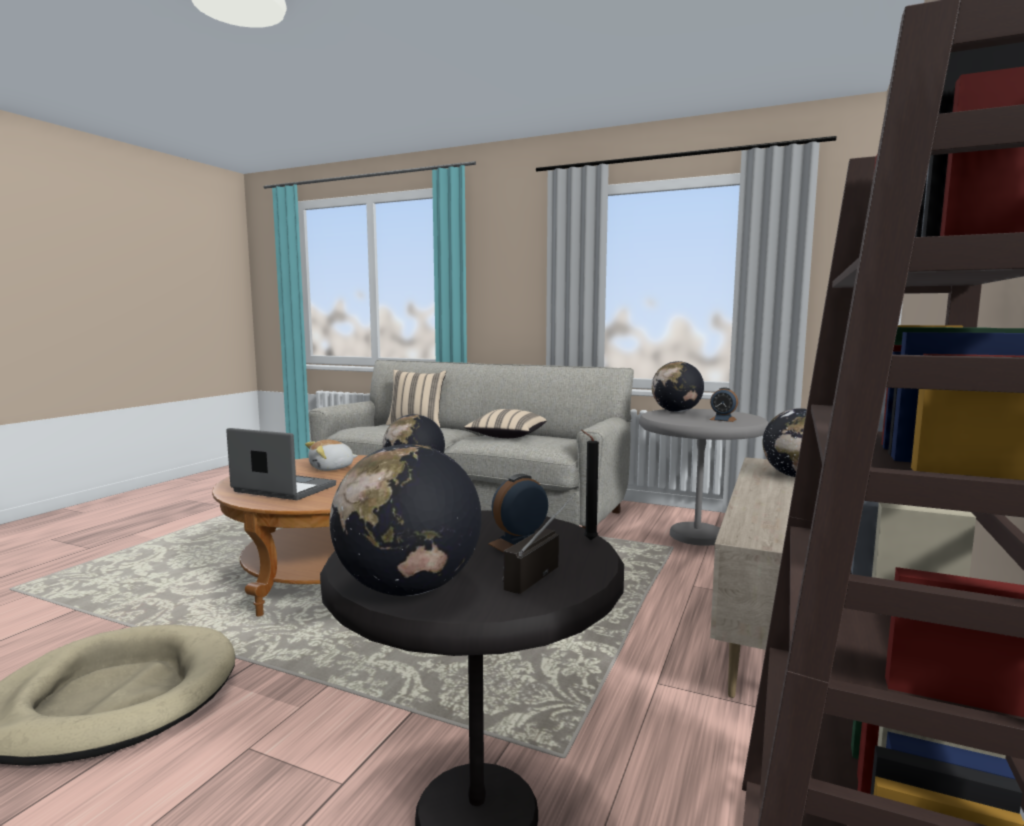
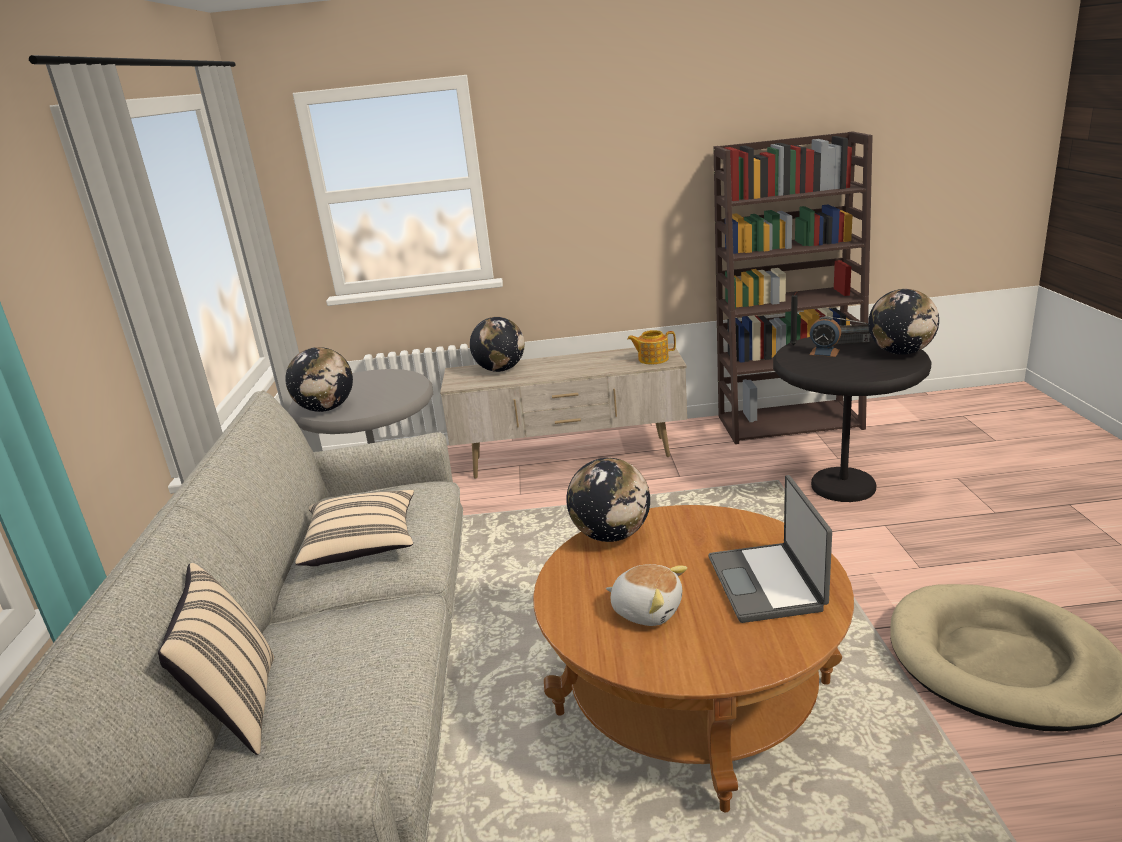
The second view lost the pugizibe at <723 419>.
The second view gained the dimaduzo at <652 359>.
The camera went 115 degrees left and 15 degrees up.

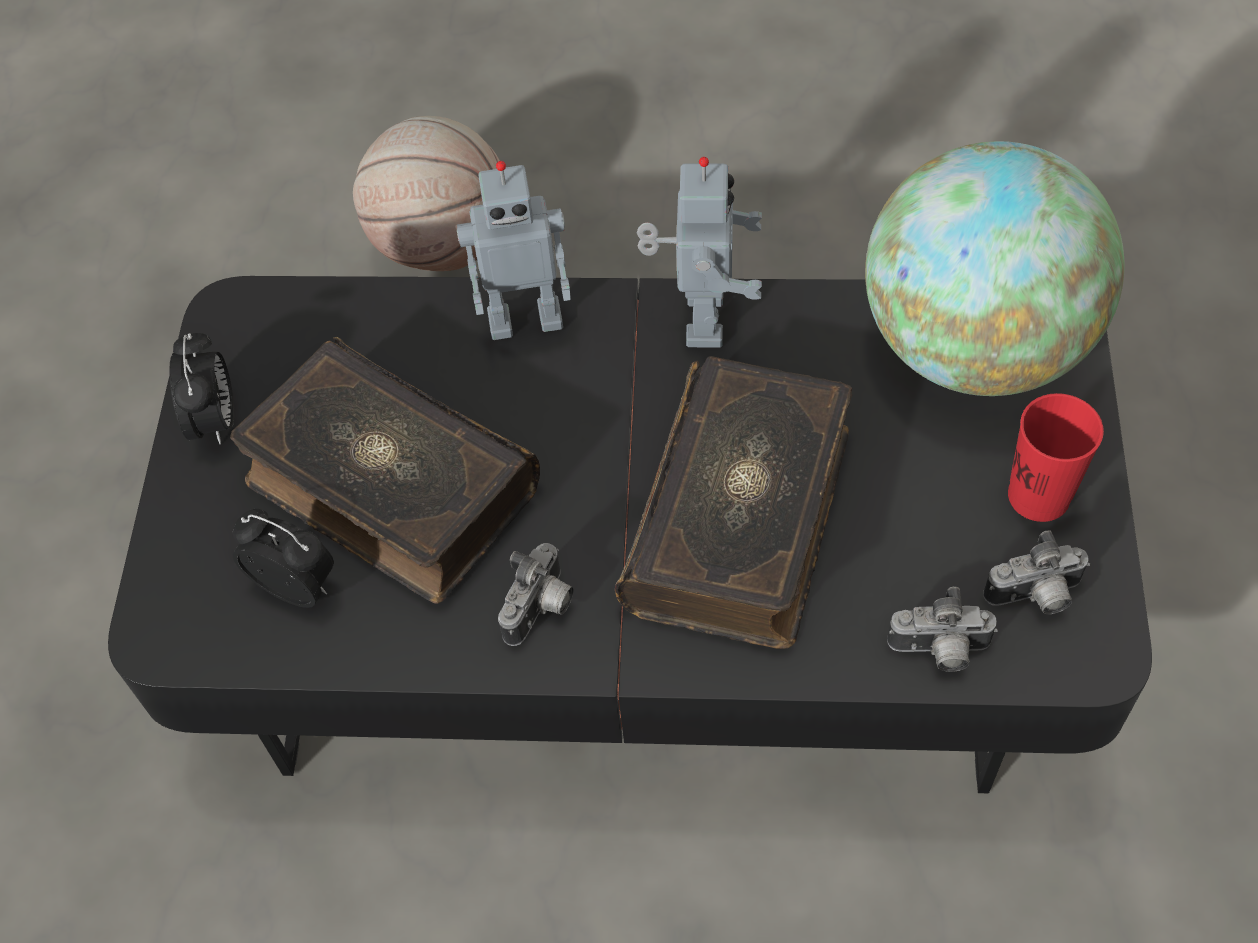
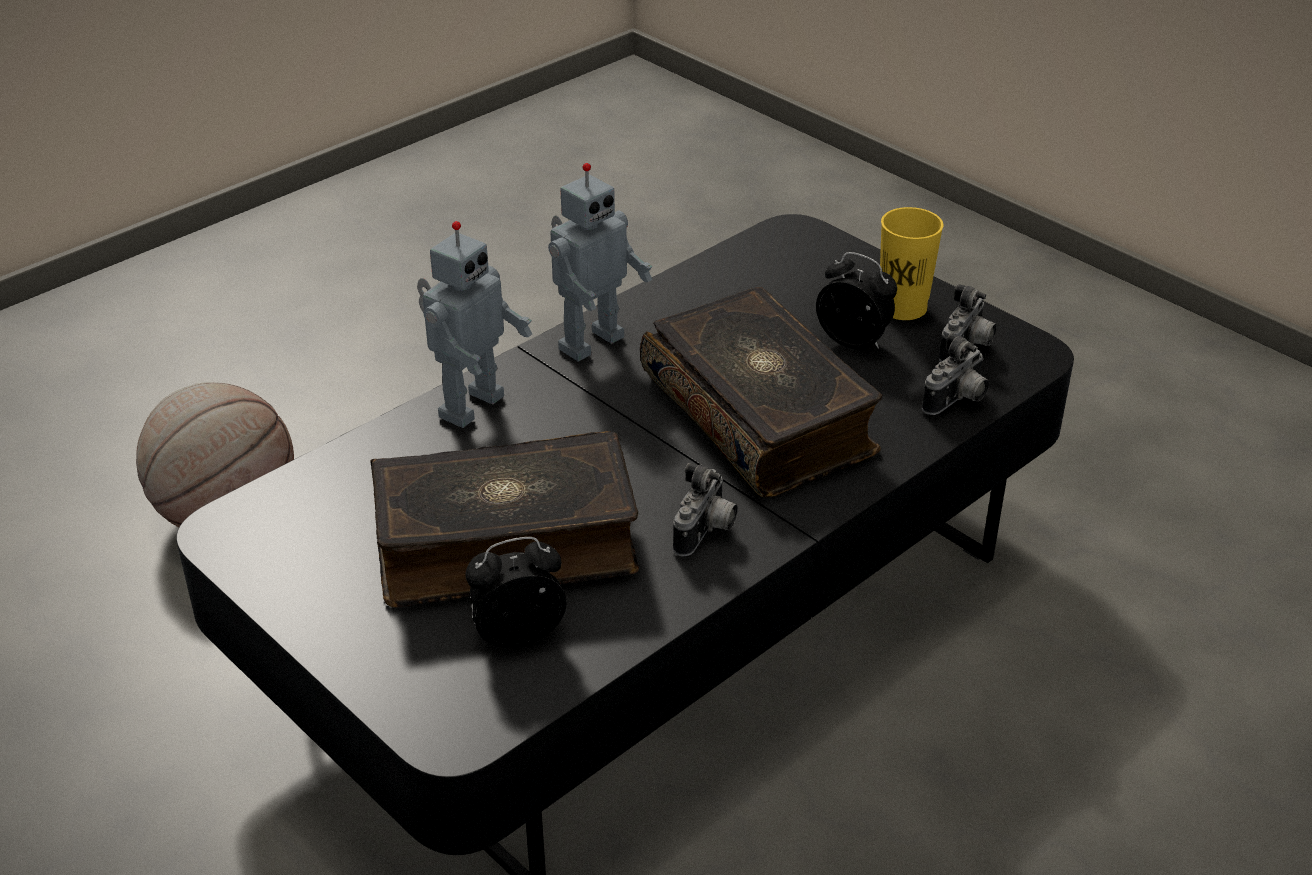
The second view lost the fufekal at <975 344>.
The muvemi at <700 319> ended up facing another way, 90 degrees clockwise from before.
The pugizibe ended up elsewhere, having gone from <216 420> to <854 342>.
What was the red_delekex at <1038 496> turned into the yellow_delekex at <902 307>.
The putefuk at <541 609> ended up facing another way, 45 degrees clockwise from before.
The camera went 50 degrees left and 20 degrees down.

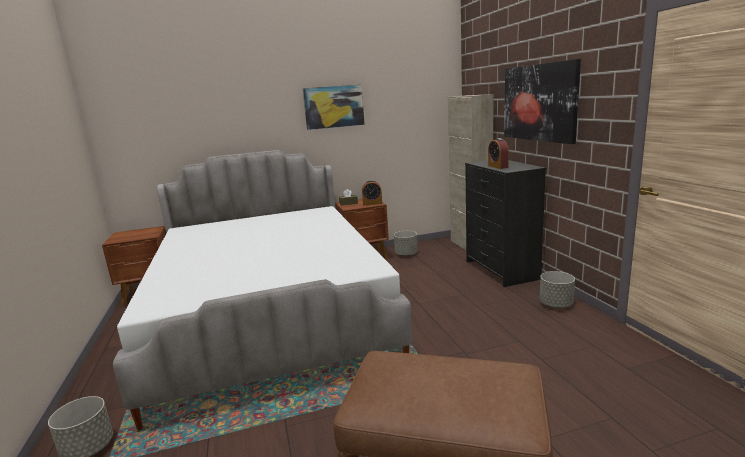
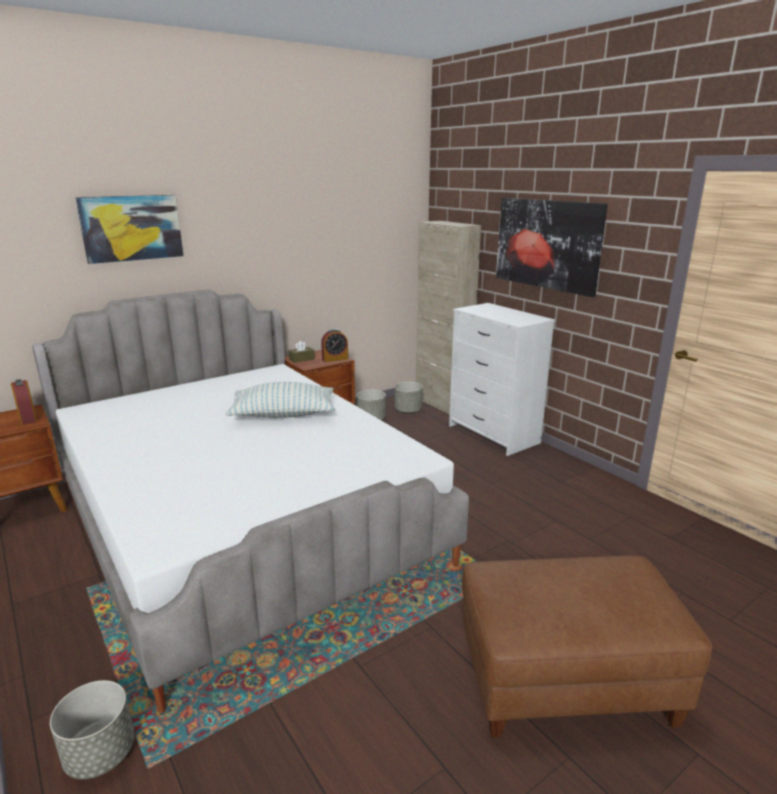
The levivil ended up elsewhere, having gone from <334 107> to <132 228>.
The pugizibe ended up elsewhere, having gone from <498 166> to <27 417>.
What was the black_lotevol at <500 270> turned into the white_lotevol at <493 434>.
The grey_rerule ended up elsewhere, having gone from <556 304> to <408 410>.
The second view gained the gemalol at <283 415>.
The camera went 20 degrees left and 5 degrees up.

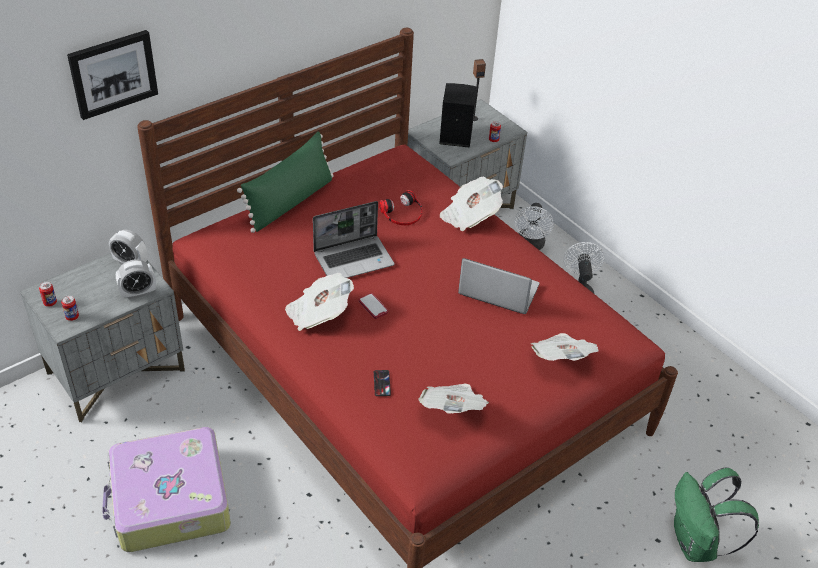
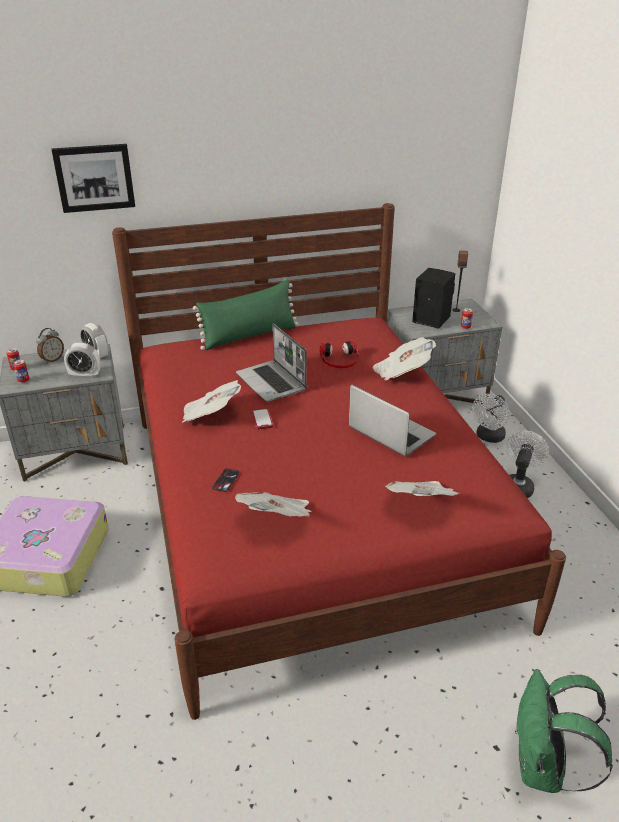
The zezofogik at <354 259> ended up facing another way, 60 degrees clockwise from before.
The second view gained the pugizibe at <52 359>.
The camera went 25 degrees right and 10 degrees down.

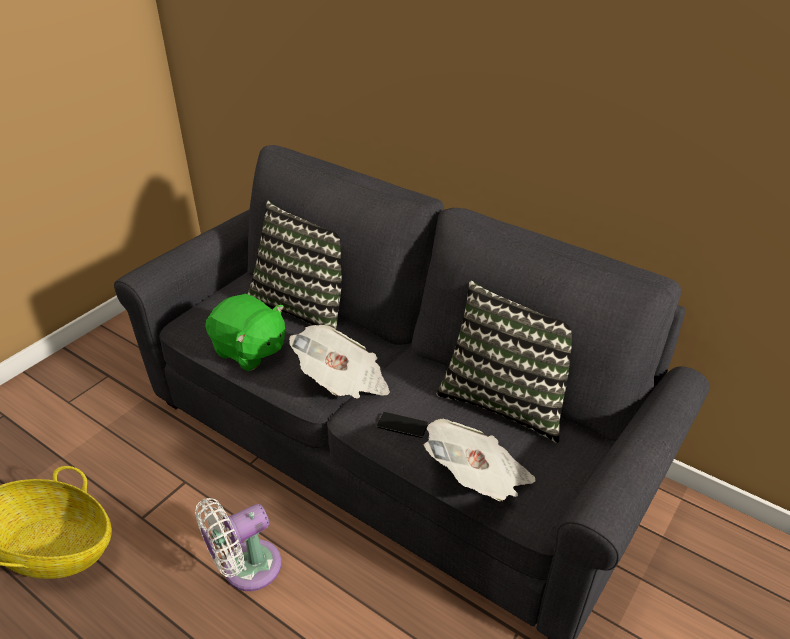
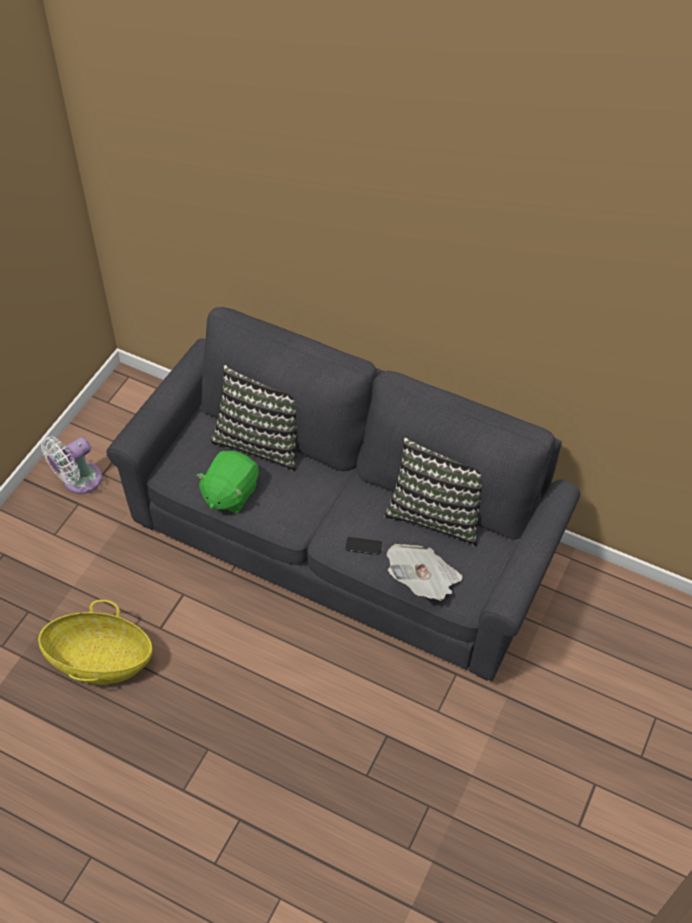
The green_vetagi at <249 351> ended up facing another way, 90 degrees clockwise from before.
The second view lost the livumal at <343 382>.
The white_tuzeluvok ended up elsewhere, having gone from <246 568> to <78 480>.
The camera went 10 degrees left and 15 degrees up.

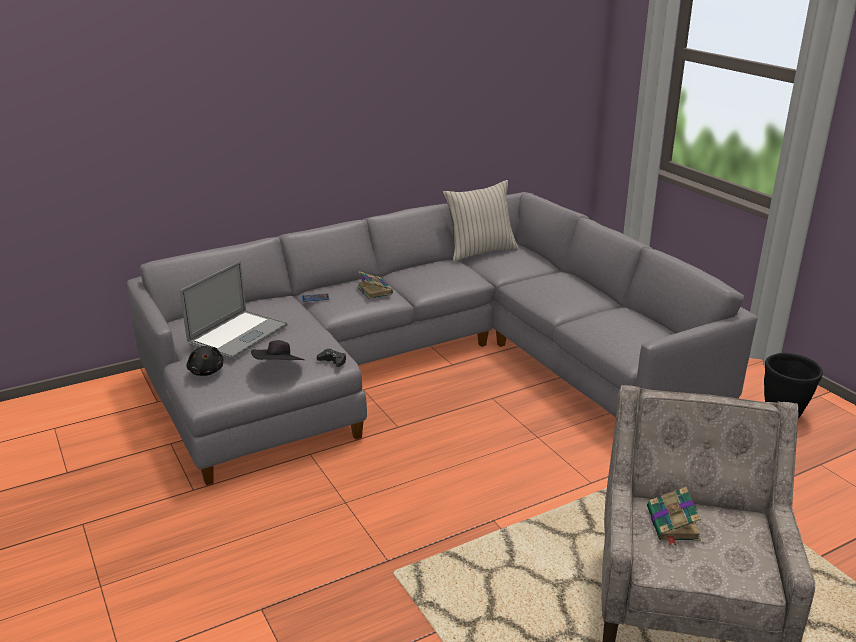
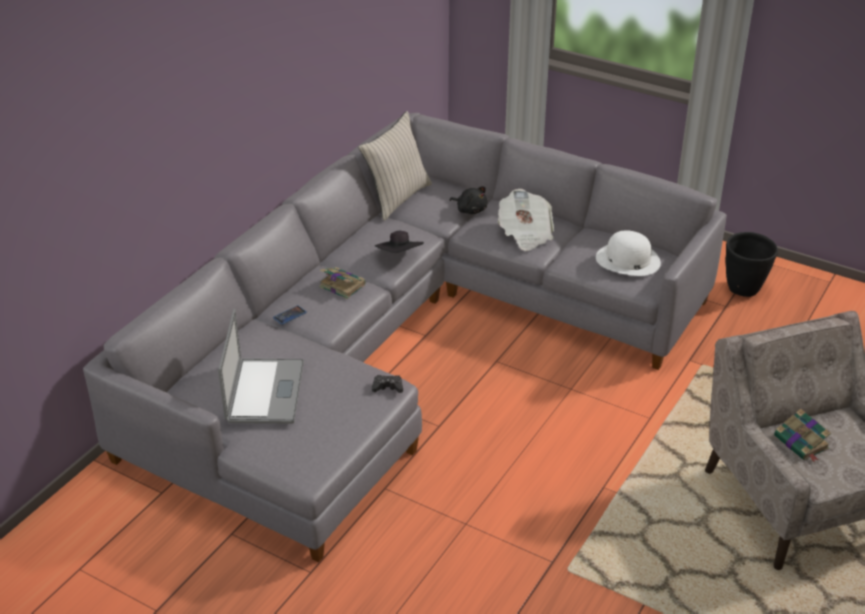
The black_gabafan ended up elsewhere, having gone from <279 368> to <400 256>.
The black_vetagi ended up elsewhere, having gone from <206 371> to <470 210>.
The second view gained the livumal at <525 234>.
The second view gained the white_gabafan at <627 260>.
The camera went 30 degrees left and 10 degrees up.

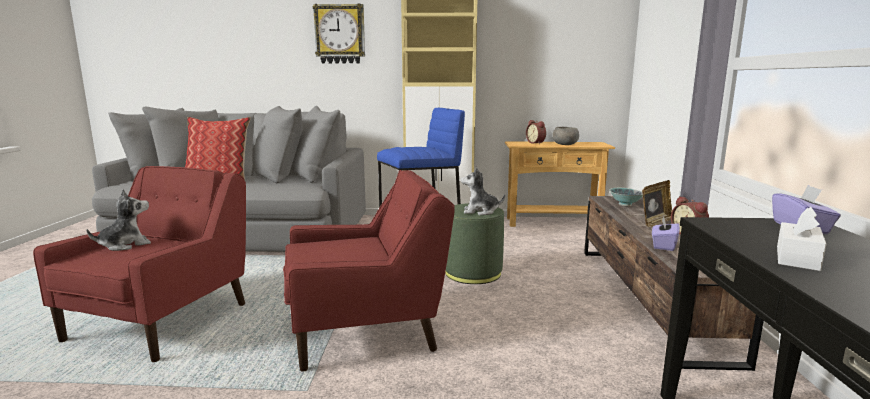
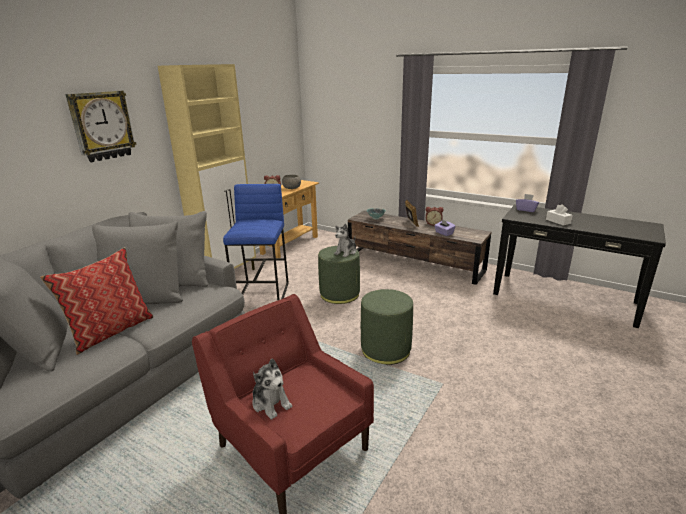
Where the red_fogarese stood at <366 329>, the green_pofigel came to stand at <386 349>.
The vetagi at <125 245> ended up facing another way, 150 degrees clockwise from before.
The camera went 60 degrees left and 10 degrees up.

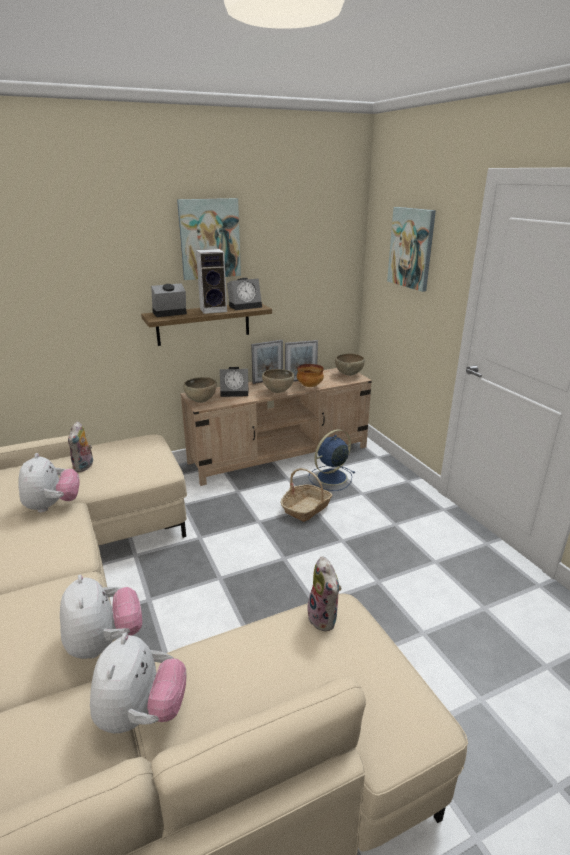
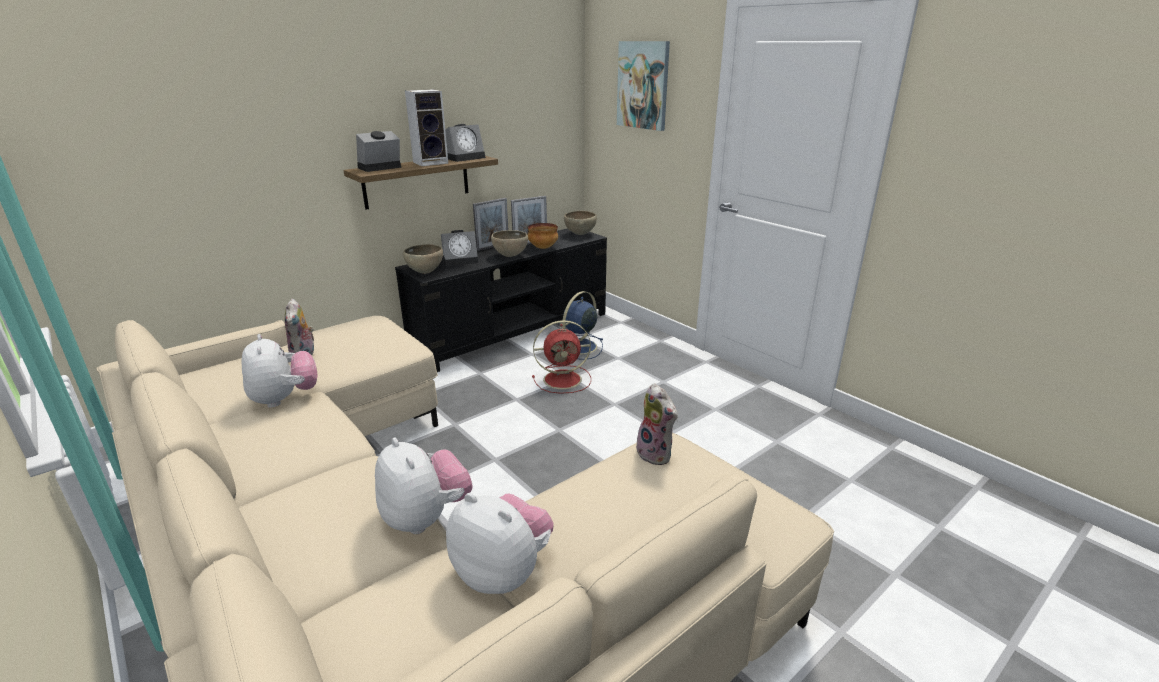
The second view lost the levivil at <209 239>.
What was the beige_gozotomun at <280 455> turned into the black_gozotomun at <513 332>.
Where the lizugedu stood at <306 508>, the red_tuzeluvok came to stand at <564 379>.
The vetagi at <142 714> ended up facing another way, 45 degrees counterclockwise from before.
The camera went 15 degrees left and 0 degrees up.

